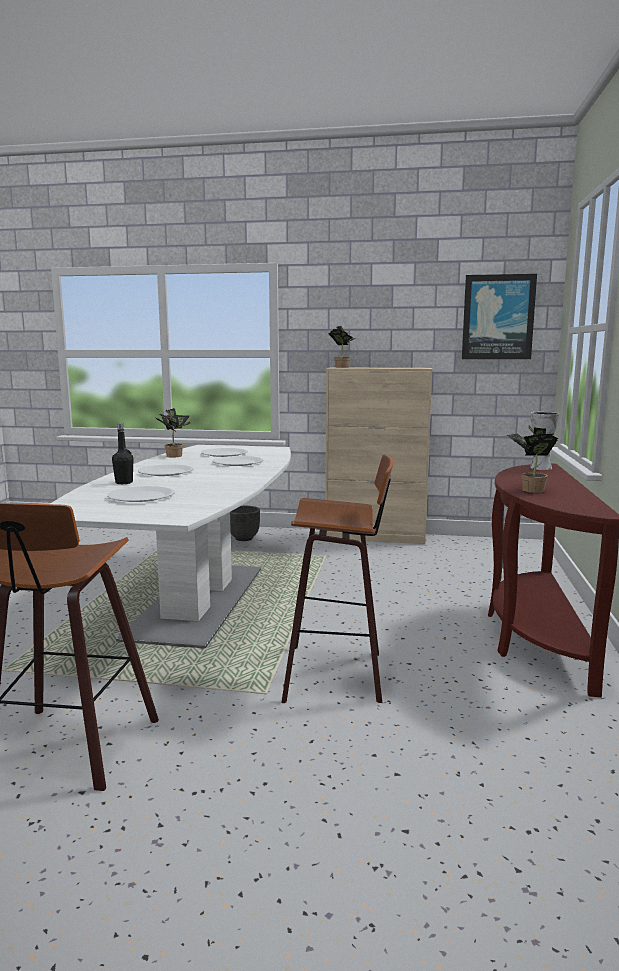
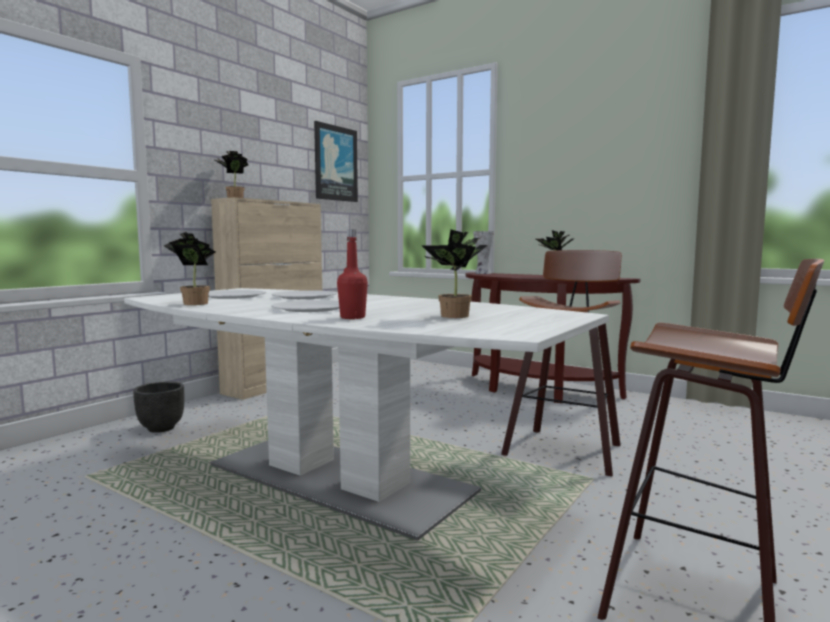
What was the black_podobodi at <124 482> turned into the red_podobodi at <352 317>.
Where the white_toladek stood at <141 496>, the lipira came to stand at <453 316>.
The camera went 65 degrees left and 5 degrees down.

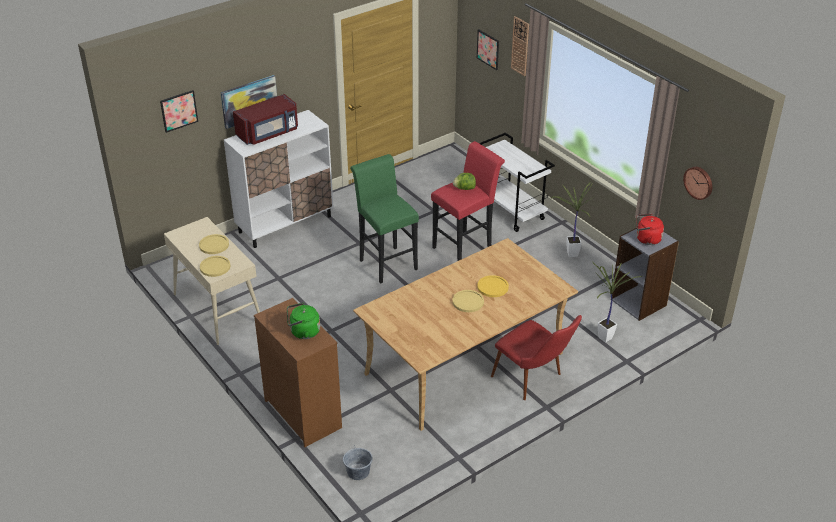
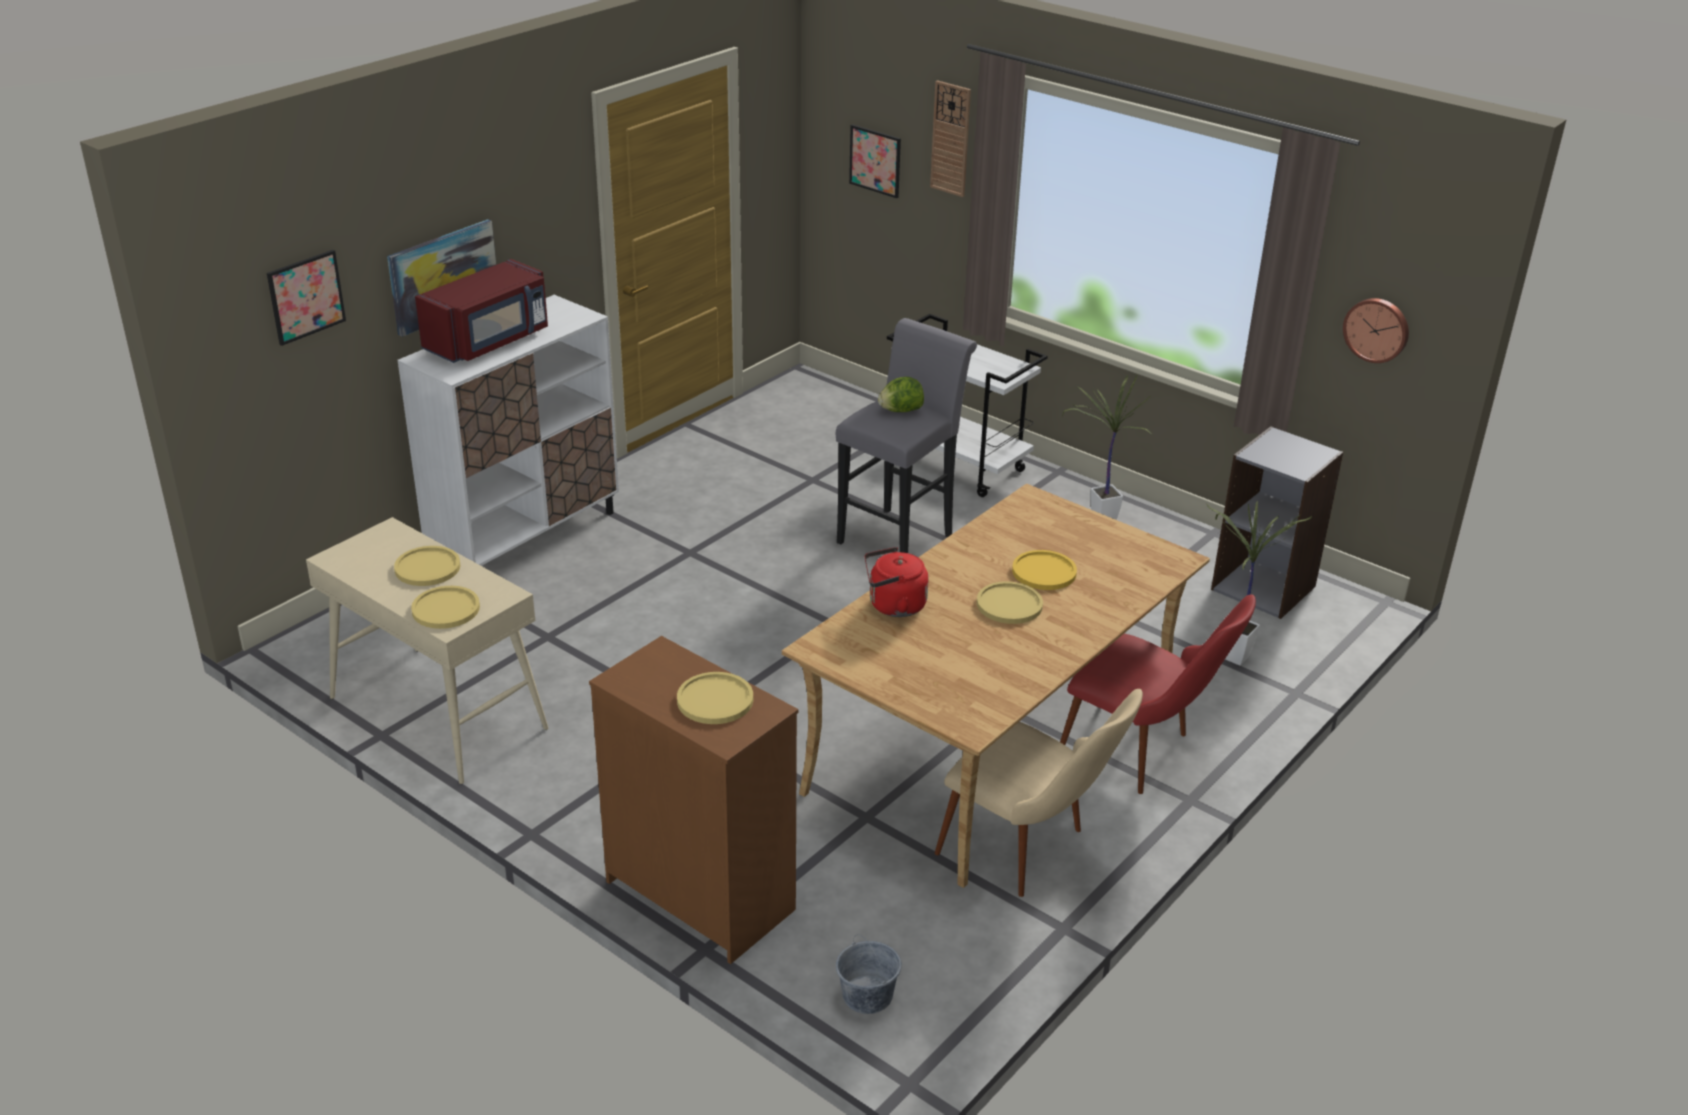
What was the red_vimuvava at <465 248> turned into the grey_vimuvava at <900 536>.
The second view lost the green_vimuvava at <386 262>.
The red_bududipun ended up elsewhere, having gone from <646 239> to <893 606>.
Where the green_bududipun stood at <303 332>, the yellow_toladek came to stand at <715 700>.
The second view gained the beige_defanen at <1030 852>.
The camera went 15 degrees left and 5 degrees down.

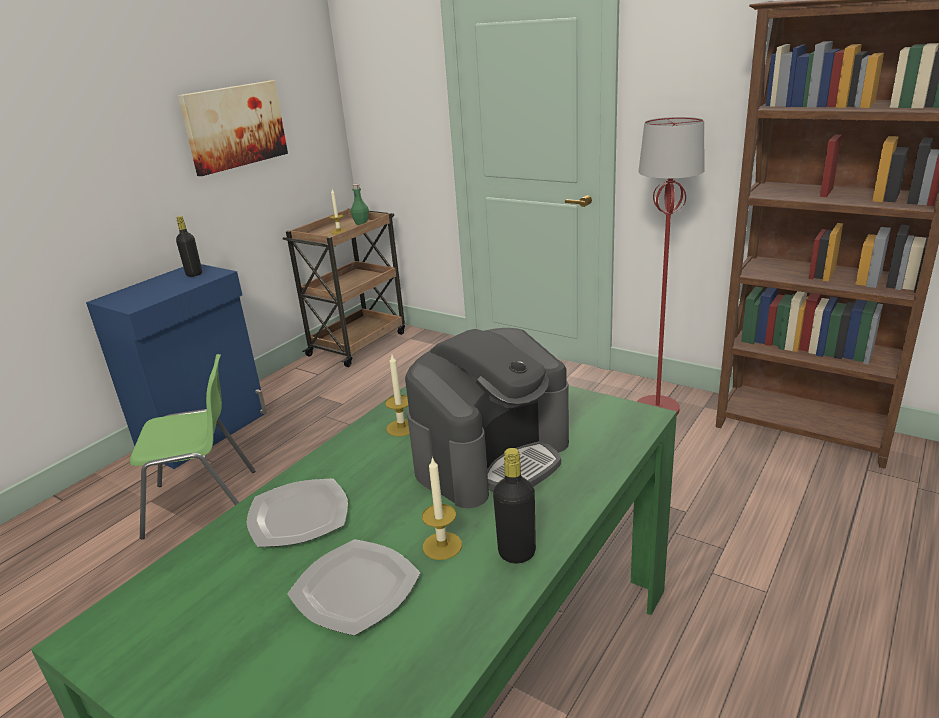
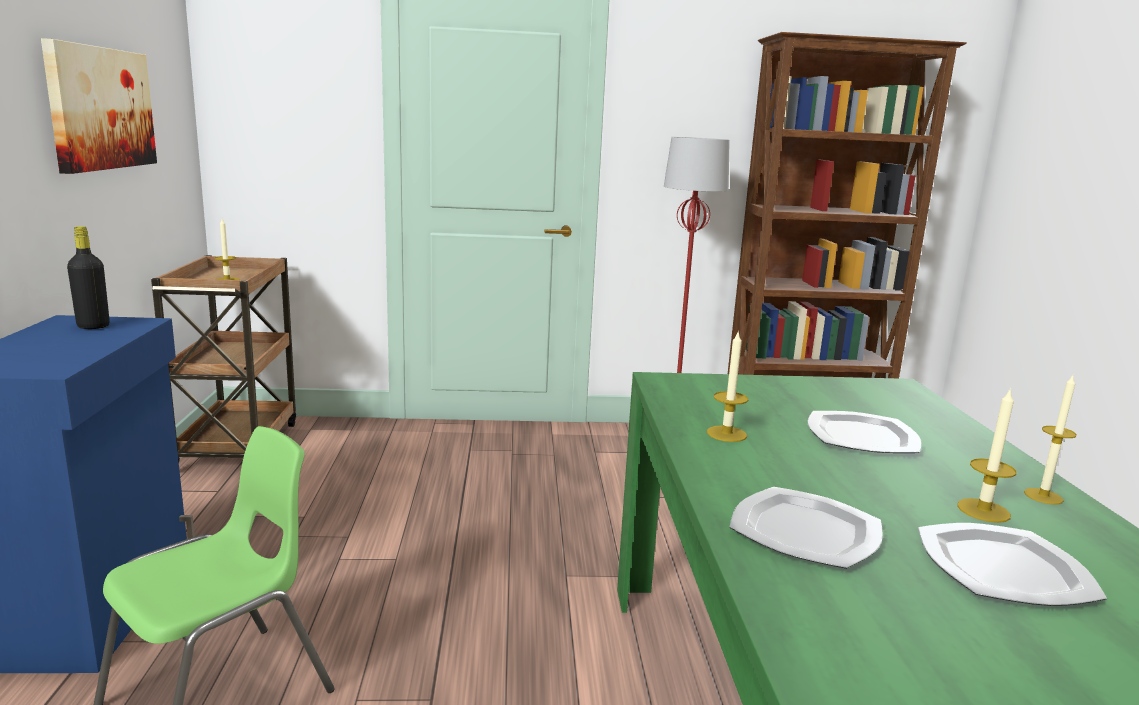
The second view lost the green_podobodi at <361 223>.
Where the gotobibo stood at <492 456>, the toladek came to stand at <860 436>.
Where the black_podobodi stood at <517 553>, the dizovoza came to stand at <1043 496>.
The camera went 40 degrees left and 10 degrees down.

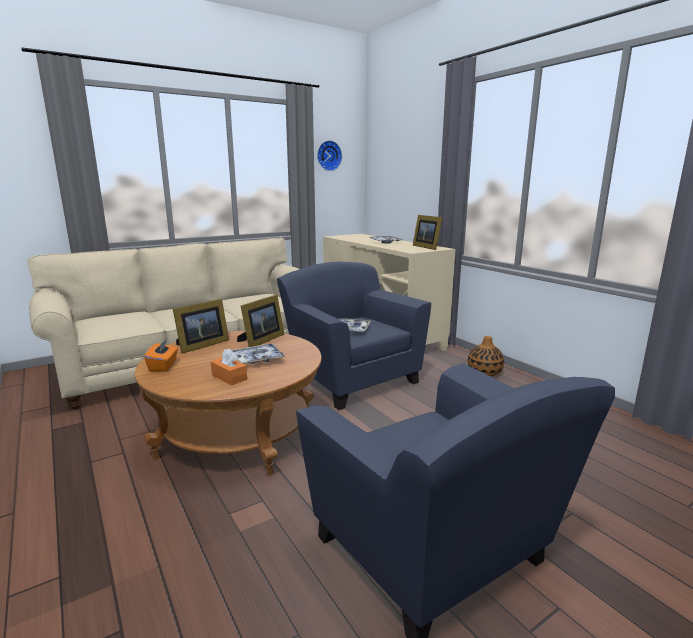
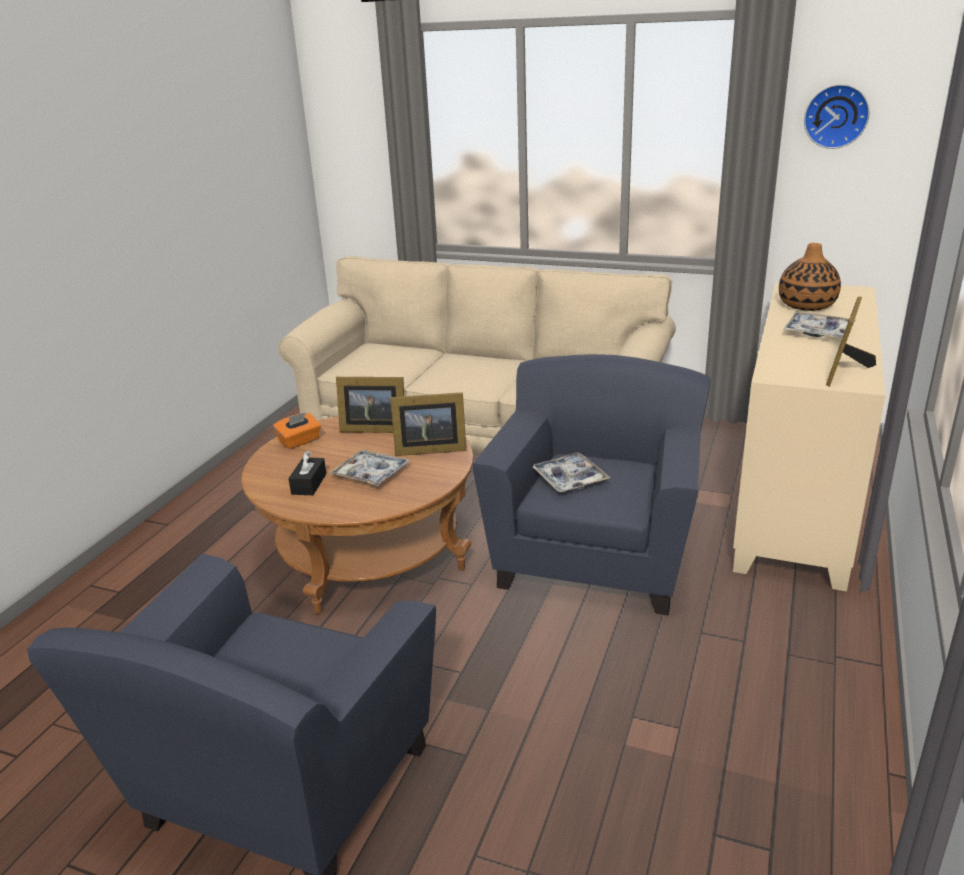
The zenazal ended up elsewhere, having gone from <484 372> to <806 305>.
What was the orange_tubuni at <229 377> turned into the black_tubuni at <309 484>.
The camera went 55 degrees right and 10 degrees up.

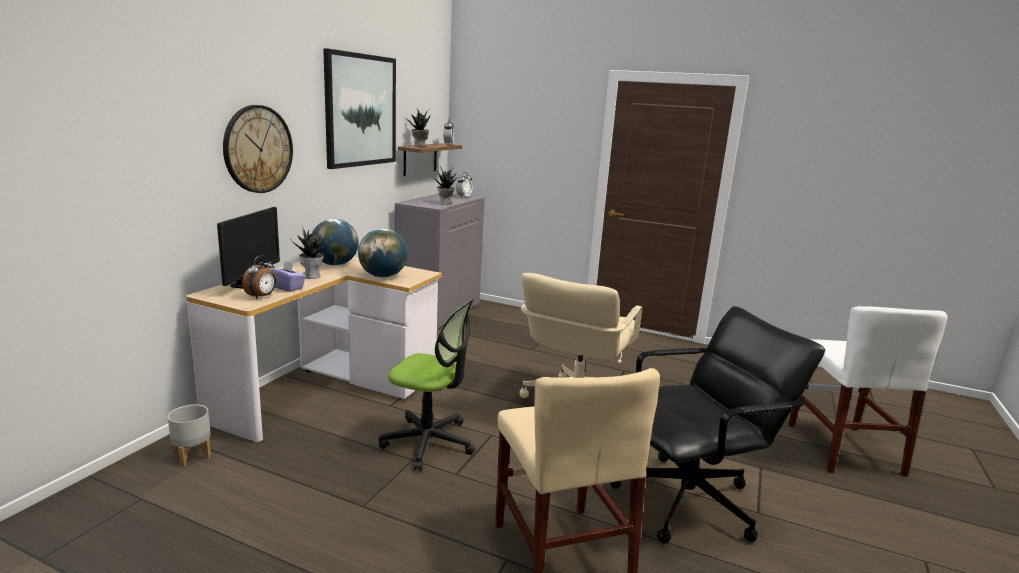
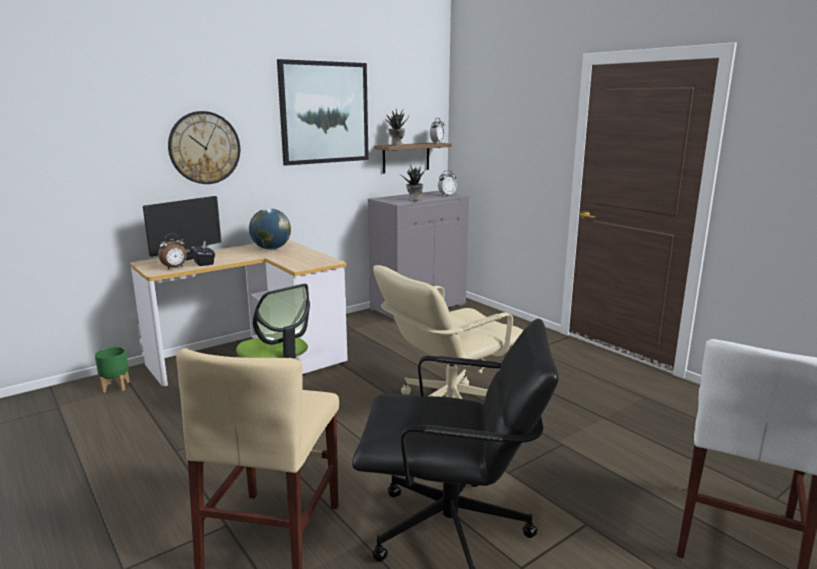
The second view lost the lipira at <312 276>.
The second view lost the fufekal at <383 276>.
What was the purple_tubuni at <287 287> turned into the black_tubuni at <204 263>.
What was the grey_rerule at <192 456> turned into the green_rerule at <115 387>.
The camera went 30 degrees right and 0 degrees up.

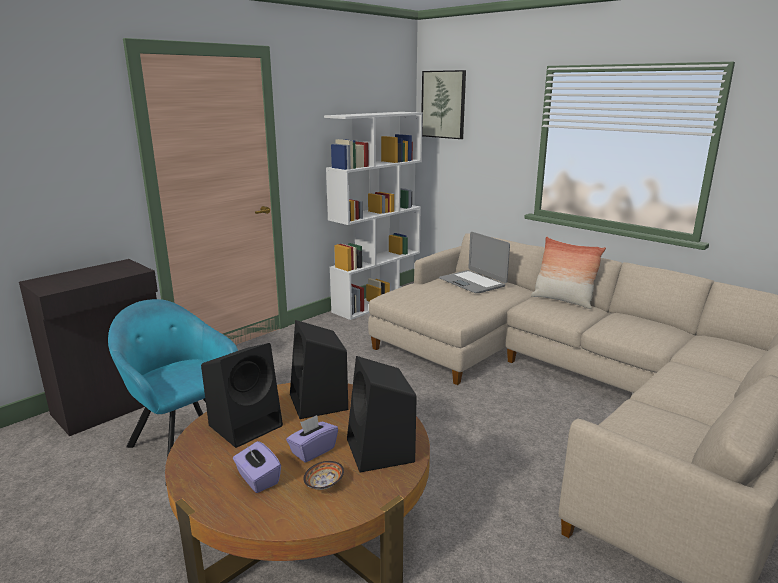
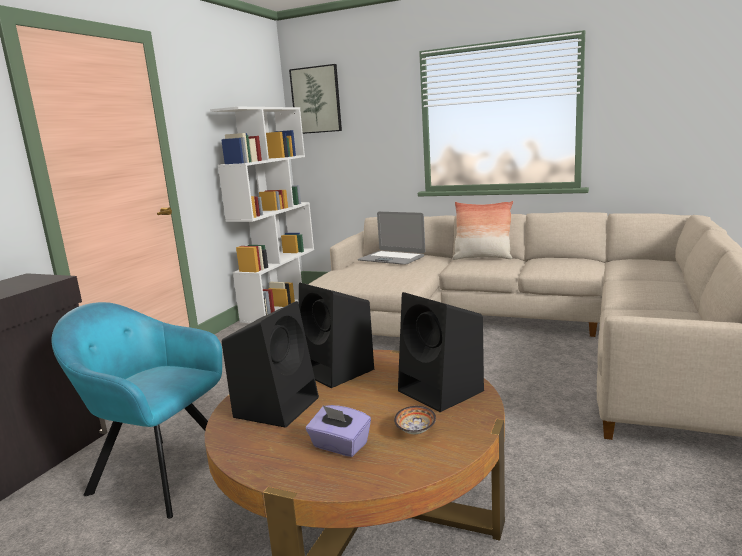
The second view lost the purple_tubuni at <313 450>.
The camera went 20 degrees left and 5 degrees down.

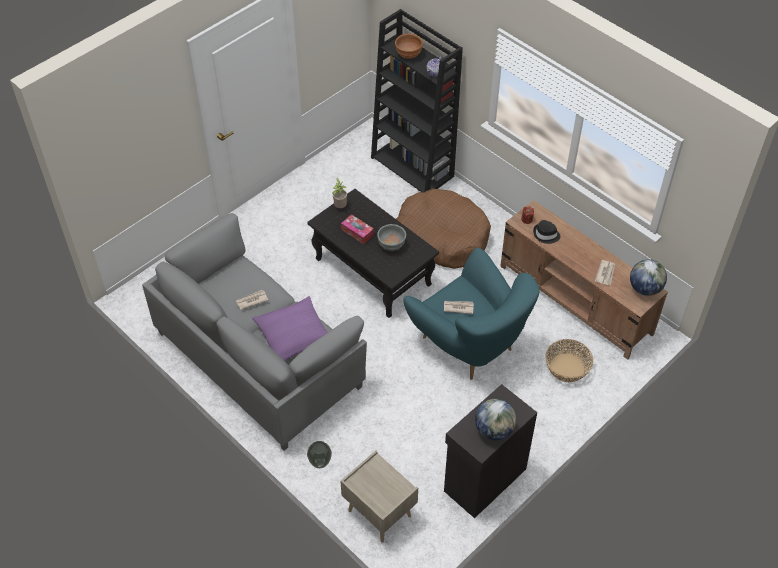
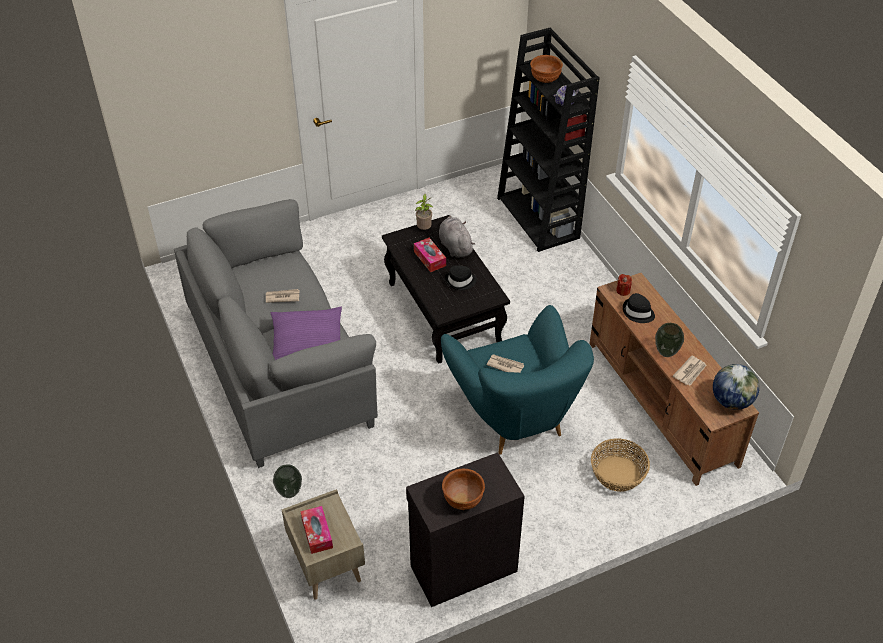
The second view lost the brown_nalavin at <442 237>.
Where the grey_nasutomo stood at <392 245>, the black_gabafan came to stand at <460 281>.
Where the fufekal stood at <494 430>, the brown_nasutomo came to stand at <463 500>.
The second view gained the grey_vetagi at <455 246>.
The second view gained the zenazal at <666 353>.
The second view gained the tubuni at <317 533>.
The camera went 20 degrees right and 5 degrees down.

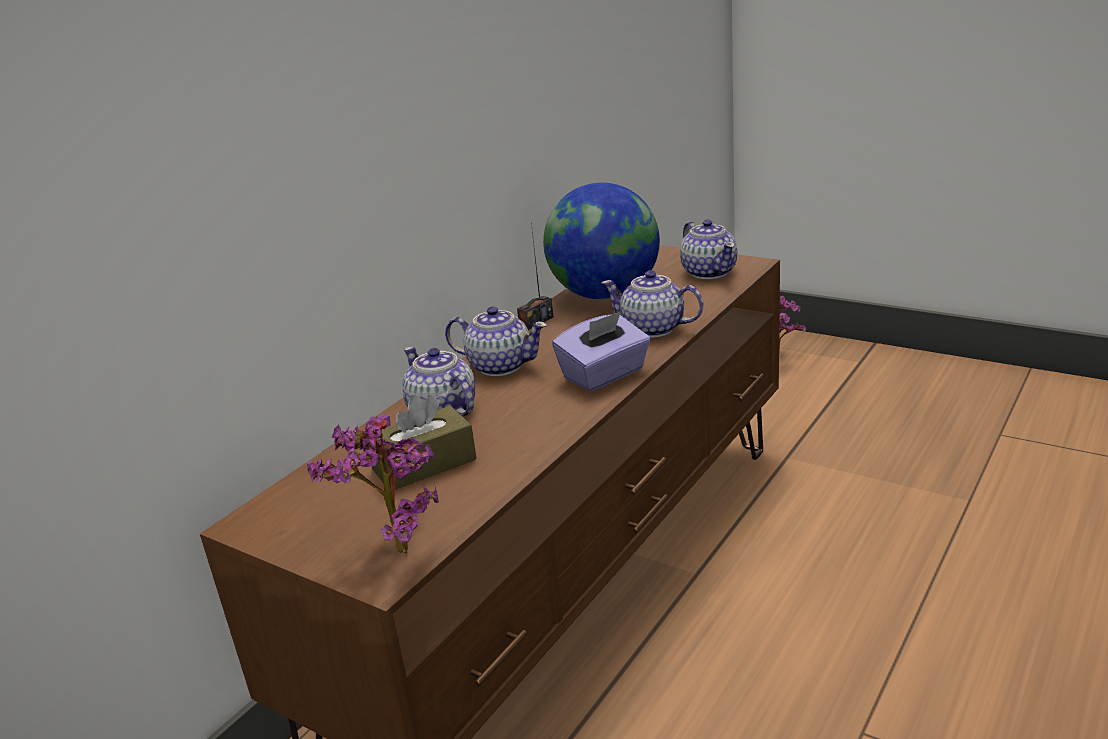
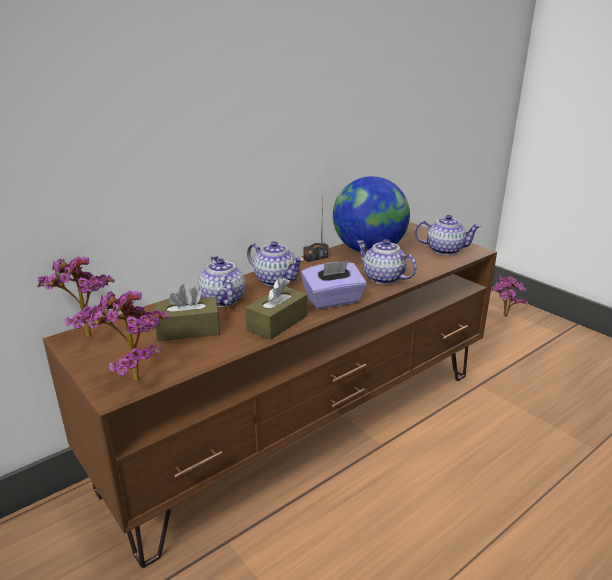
The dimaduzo at <709 272> ended up facing another way, 75 degrees counterclockwise from before.
The second view gained the lipira at <85 335>.
The second view gained the brown_tubuni at <277 323>.
The camera went 15 degrees right and 0 degrees up.

